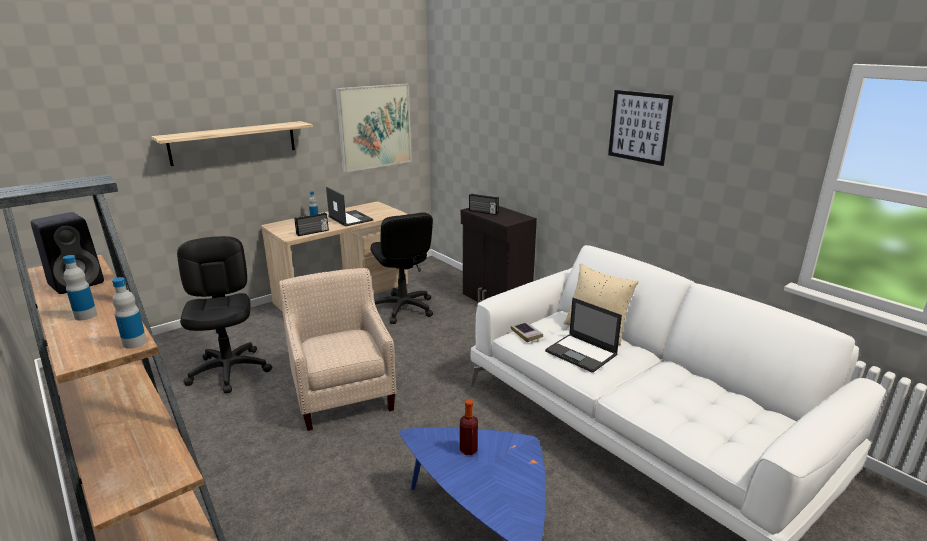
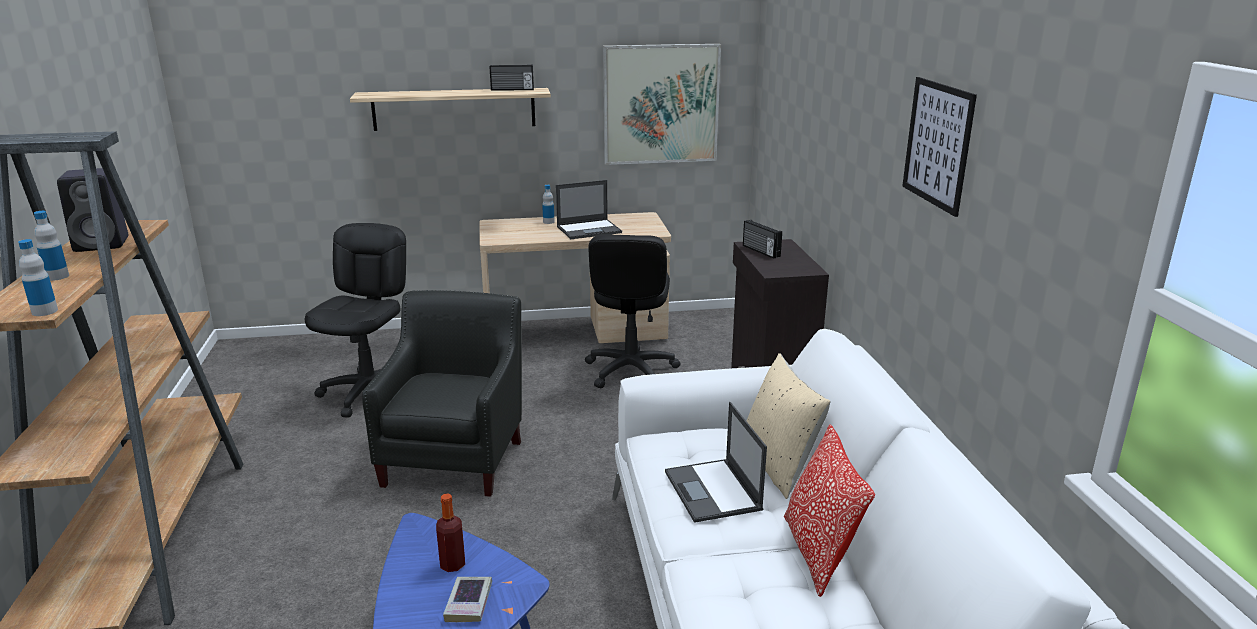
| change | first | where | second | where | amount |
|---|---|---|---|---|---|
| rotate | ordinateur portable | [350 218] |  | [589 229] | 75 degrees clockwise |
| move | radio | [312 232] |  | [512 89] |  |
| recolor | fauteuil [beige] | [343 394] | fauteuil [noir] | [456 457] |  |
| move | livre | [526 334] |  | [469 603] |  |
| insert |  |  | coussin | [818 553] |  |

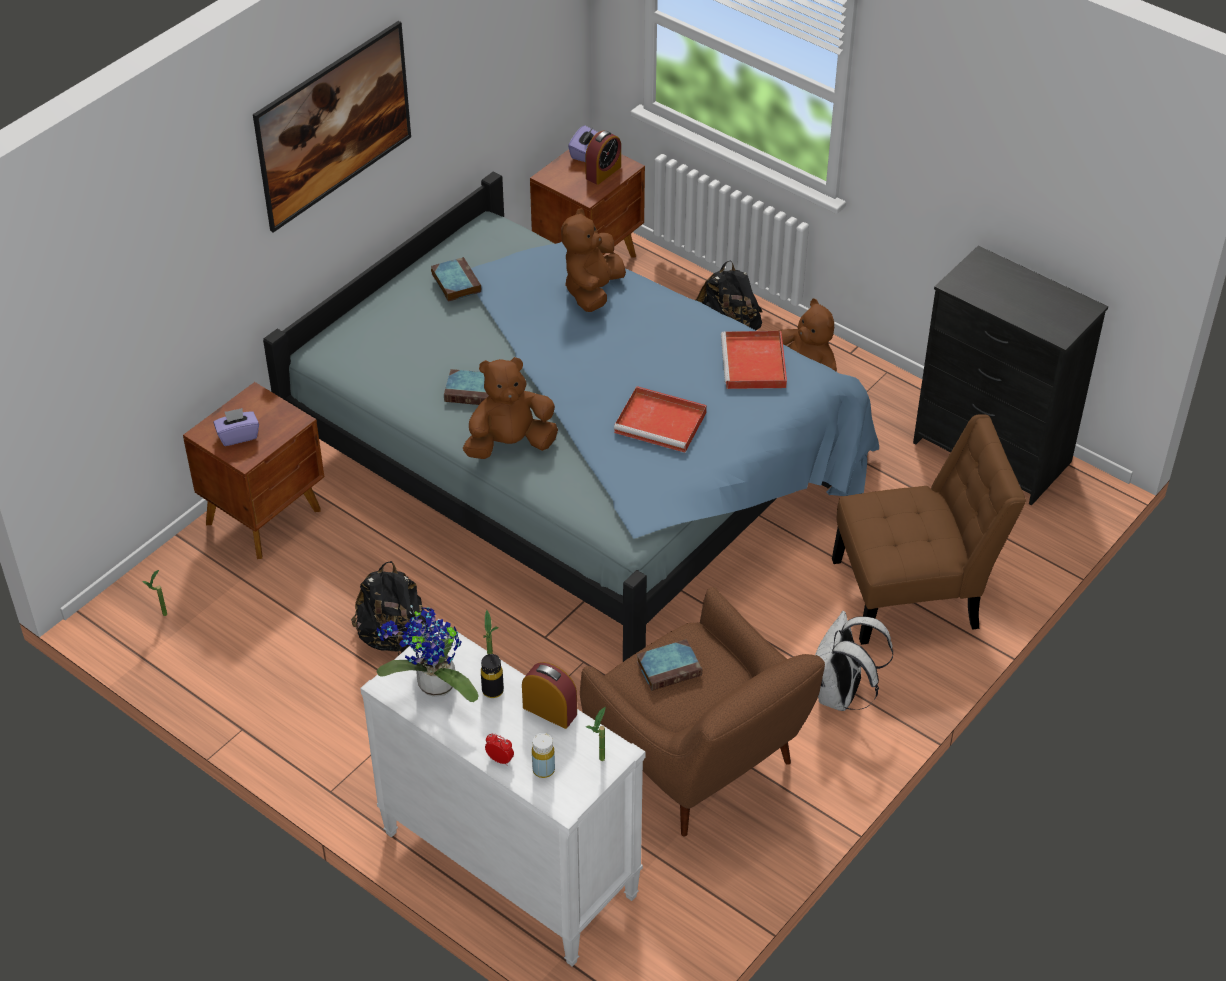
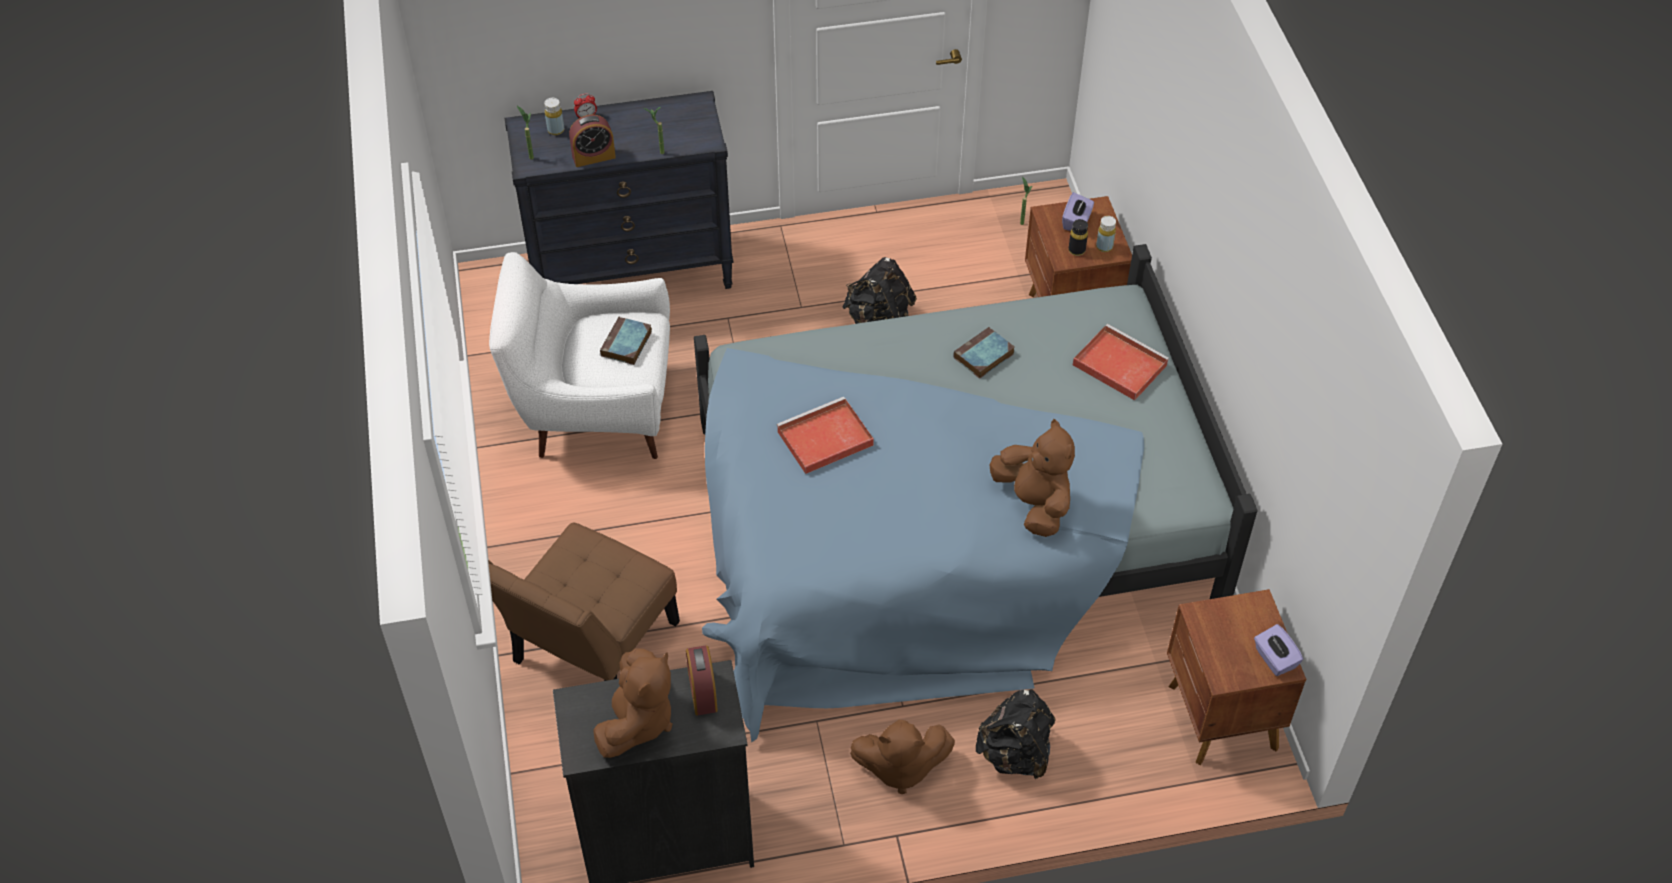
| change | first | where | second | where | amount |
|---|---|---|---|---|---|
| delete | tableau | [337 154] |  |  |  |
| move | réveil | [603 172] |  | [702 691] |  |
| delete | livre | [455 282] |  |  |  |
| move | plateau [rouge] | [754 364] |  | [1118 364] |  |
| move | peluche [marron] | [510 444] |  | [638 721] |  |
| recolor | fauteuil [marron] | [700 763] | fauteuil [blanc] | [594 410] |  |
| delete | plante en pot | [433 687] |  |  |  |
| delete | sac à dos [blanc] | [841 695] |  |  |  |
| recolor | commode [blanc] | [508 865] | commode [noir] | [632 272] |  |
| move | bouteille [noir] | [492 690] |  | [1076 250] |  |
| insert |  |  | bouteille [jaune] | [1104 247] |  |

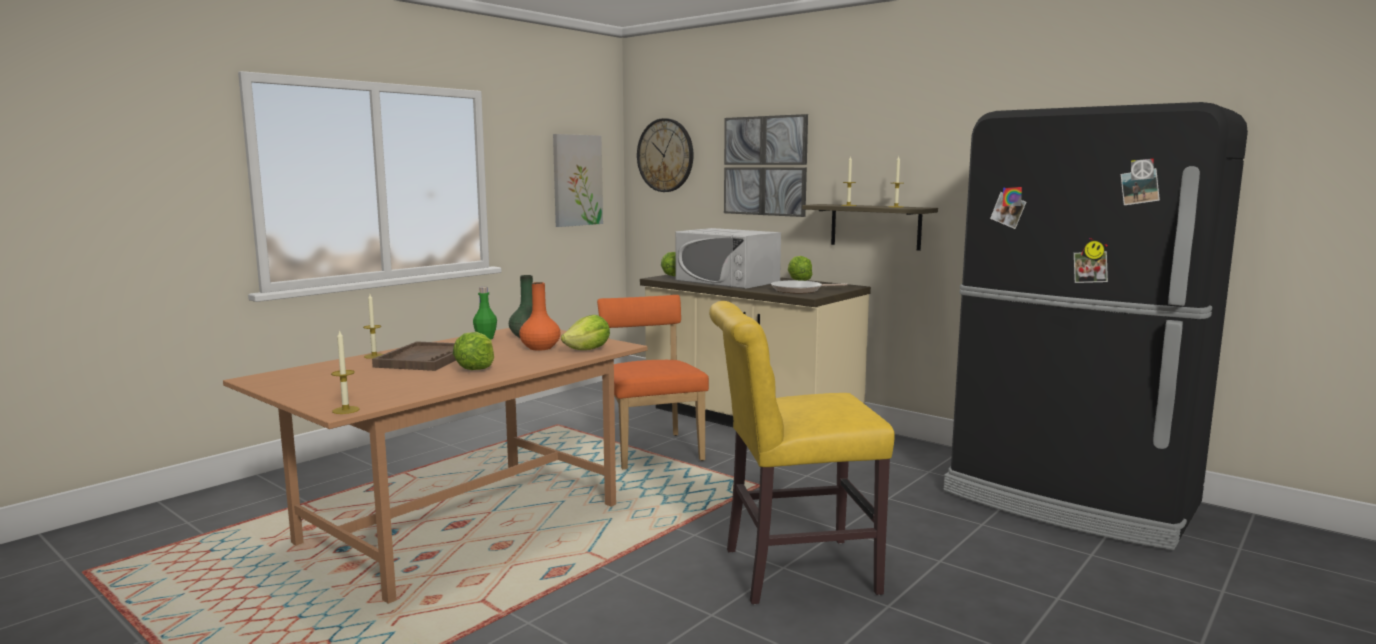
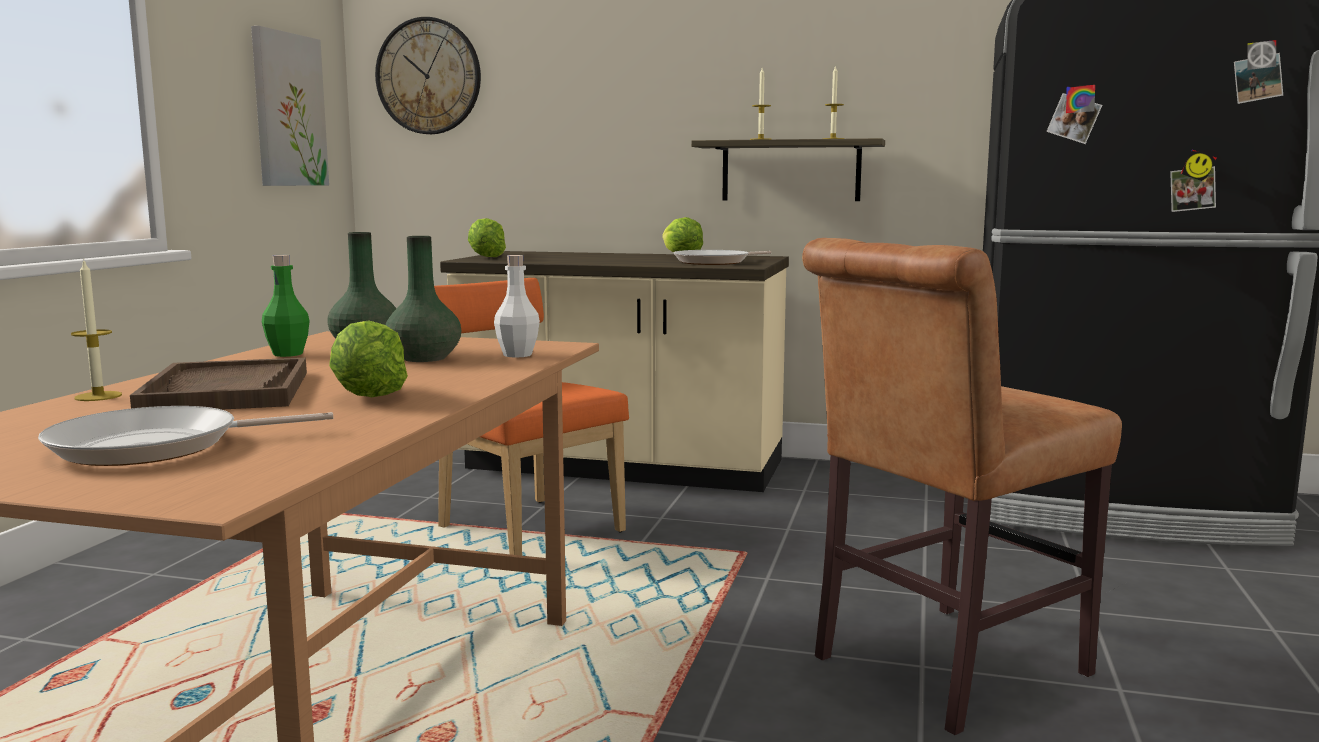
| change | first | where | second | where | amount |
|---|---|---|---|---|---|
| delete | tableau | [765 166] |  |  |  |
| delete | micro-ondes [blanc] | [727 281] |  |  |  |
| recolor | vase [orange] | [540 348] | vase [vert] | [425 358] |  |
| recolor | chaise [jaune] | [791 571] | chaise [marron] | [939 669] |  |
| replace | laitue | [588 350] | bouteille [blanc] | [517 355] |  |
| delete | bougie | [346 410] |  |  |  |
| insert |  |  | poêle | [156 447] |  |

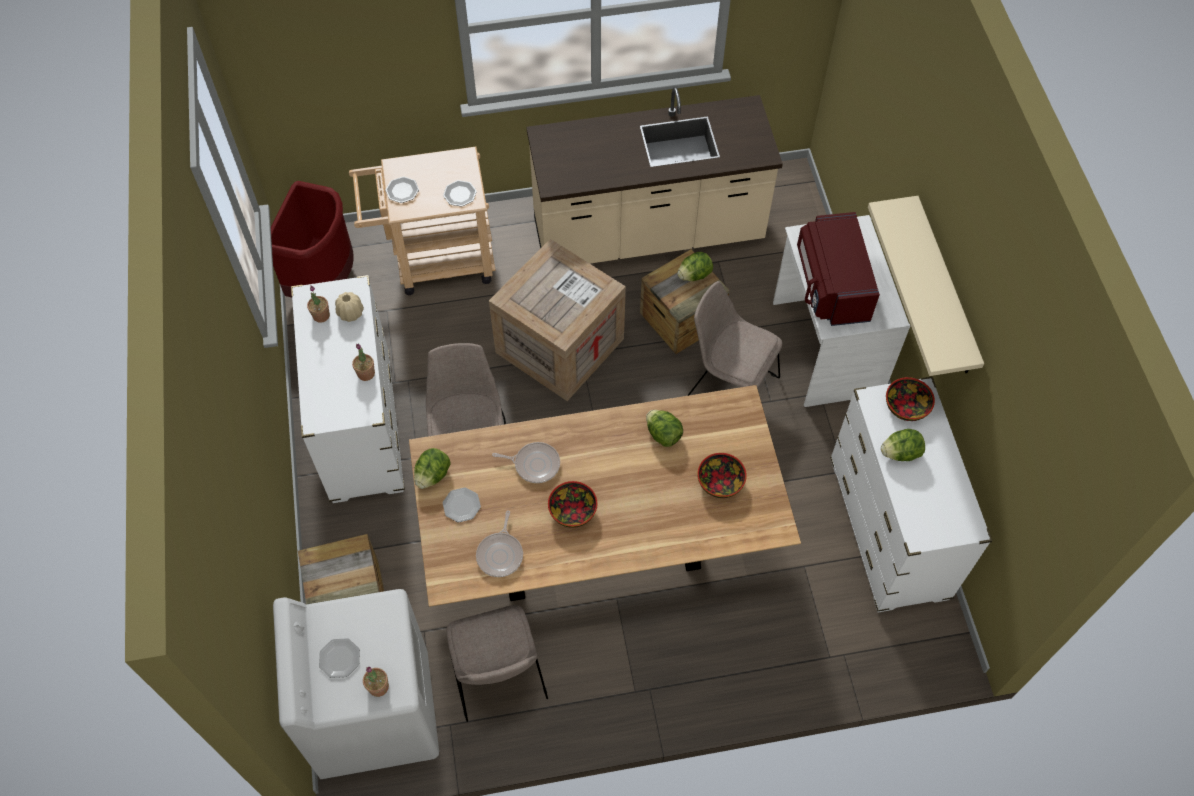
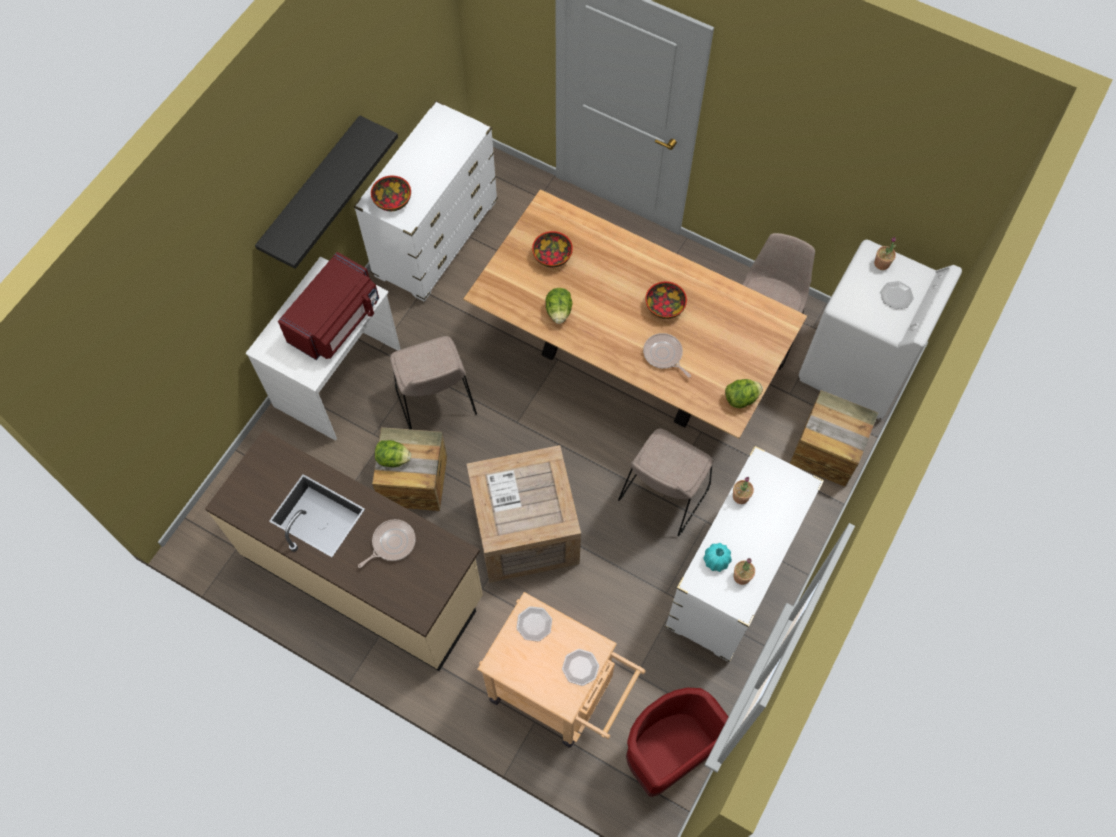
| change | first | where | second | where | amount |
|---|---|---|---|---|---|
| recolor | étagère [beige] | [944 288] | étagère [noir] | [312 189] |  |
| recolor | vase [beige] | [350 313] | vase [turquoise] | [716 560] |  |
| delete | laitue | [900 453] |  |  |  |
| delete | assiette | [461 505] |  |  |  |
| move | poêle | [500 554] |  | [391 543] |  |

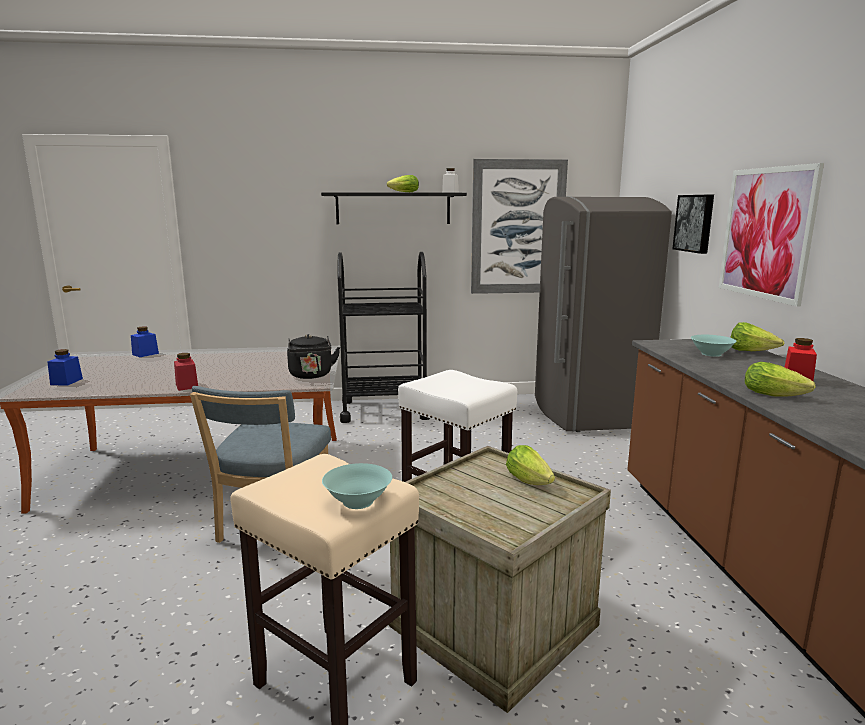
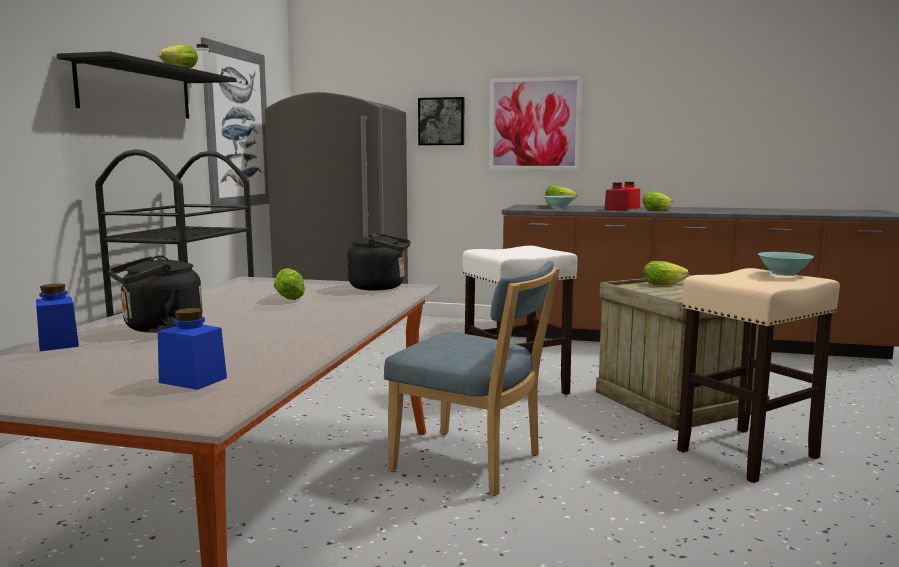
| change | first | where | second | where | amount |
|---|---|---|---|---|---|
| move | bocal [rouge] | [187 386] |  | [616 210] |  |
| insert |  |  | bouilloire [noir] | [158 328] |  |
| insert |  |  | laitue | [291 297] |  |

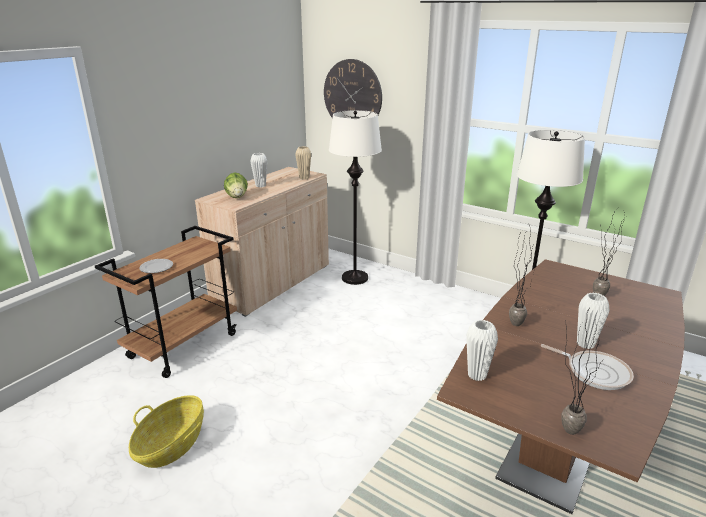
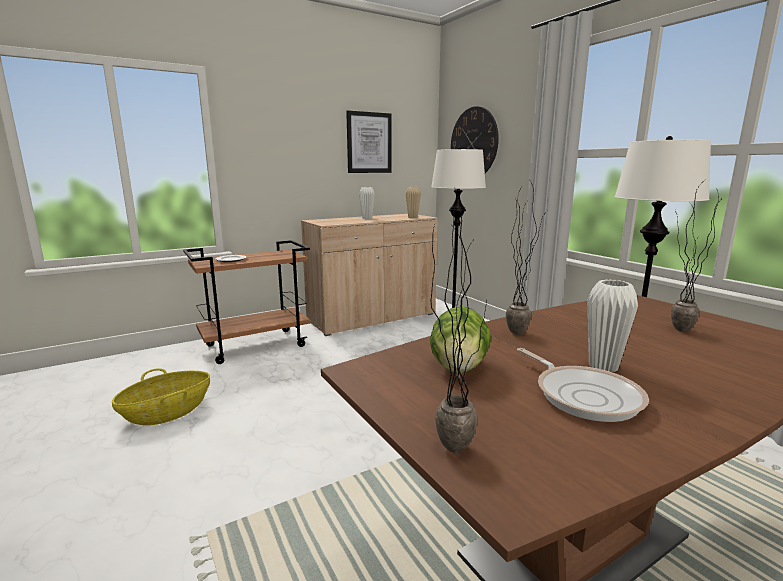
| change | first | where | second | where | amount |
|---|---|---|---|---|---|
| move | laitue | [237 197] |  | [459 368] |  |
| delete | vase [blanc] | [477 375] |  |  |  |
| insert |  |  | tableau | [369 143] |  |

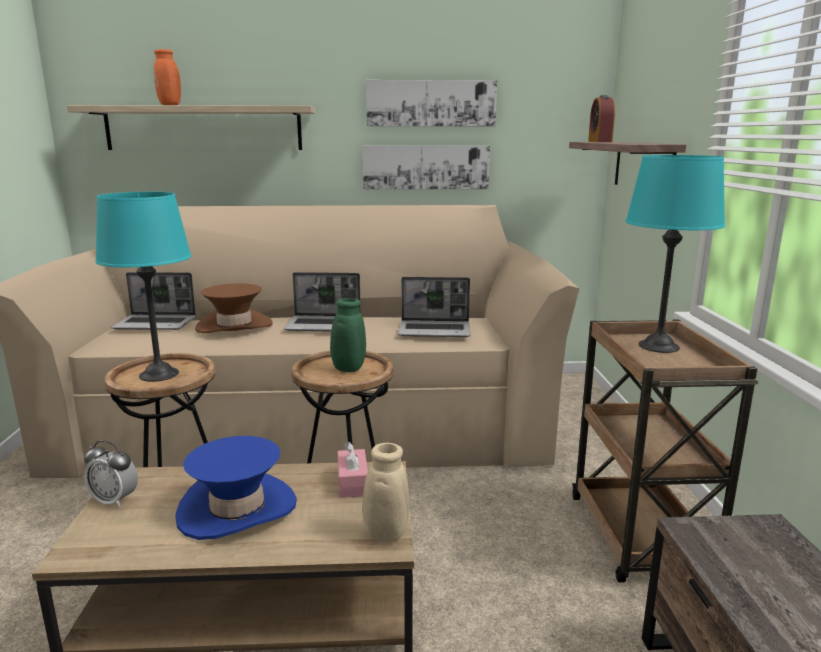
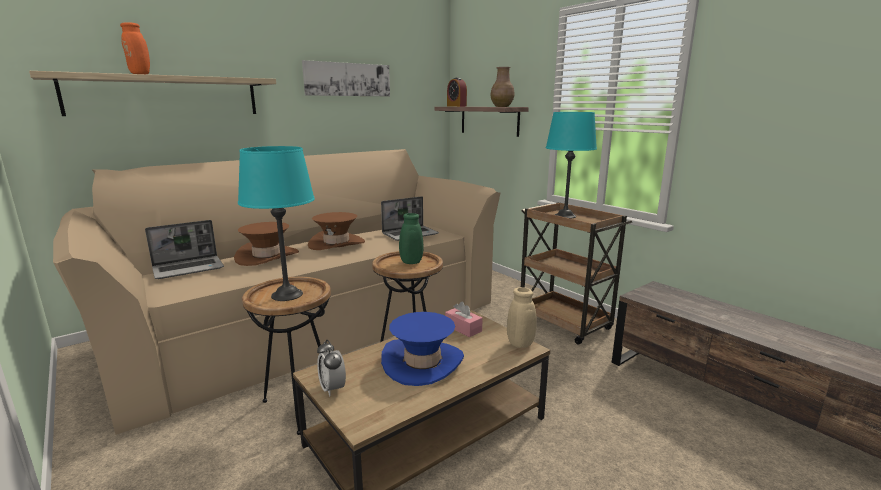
| change | first | where | second | where | amount |
|---|---|---|---|---|---|
| delete | tableau | [426 167] |  |  |  |
| replace | ordinateur portable | [325 325] | chapeau [marron] | [336 243] |  |
| rotate | réveil | [114 500] |  | [332 388] | 75 degrees clockwise |
| insert |  |  | vase [marron] | [502 106] |  |

